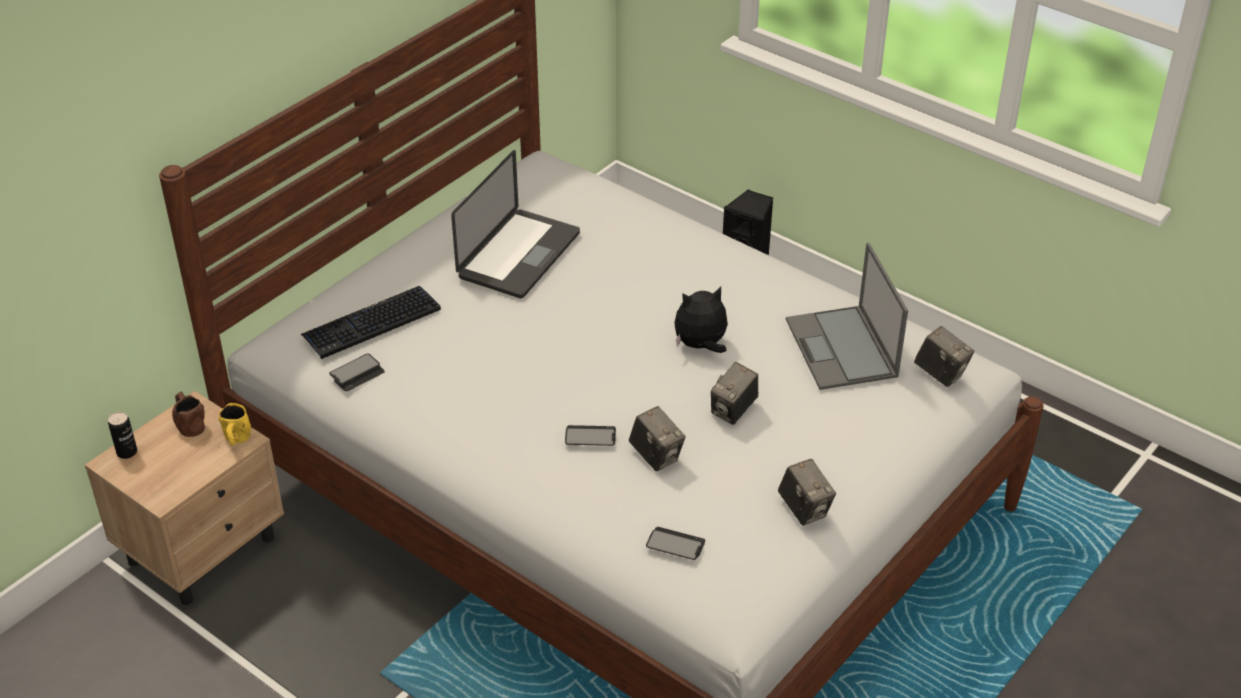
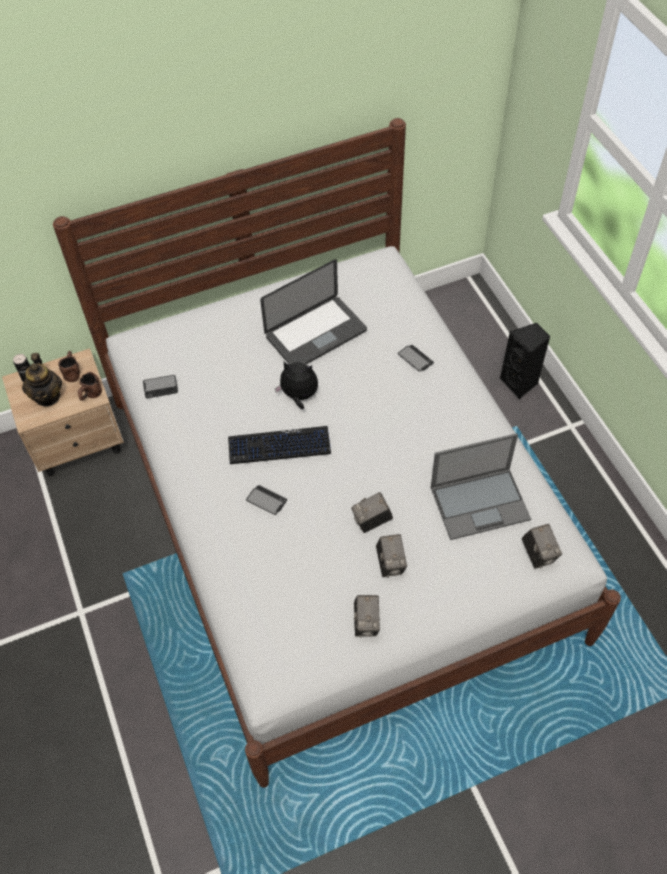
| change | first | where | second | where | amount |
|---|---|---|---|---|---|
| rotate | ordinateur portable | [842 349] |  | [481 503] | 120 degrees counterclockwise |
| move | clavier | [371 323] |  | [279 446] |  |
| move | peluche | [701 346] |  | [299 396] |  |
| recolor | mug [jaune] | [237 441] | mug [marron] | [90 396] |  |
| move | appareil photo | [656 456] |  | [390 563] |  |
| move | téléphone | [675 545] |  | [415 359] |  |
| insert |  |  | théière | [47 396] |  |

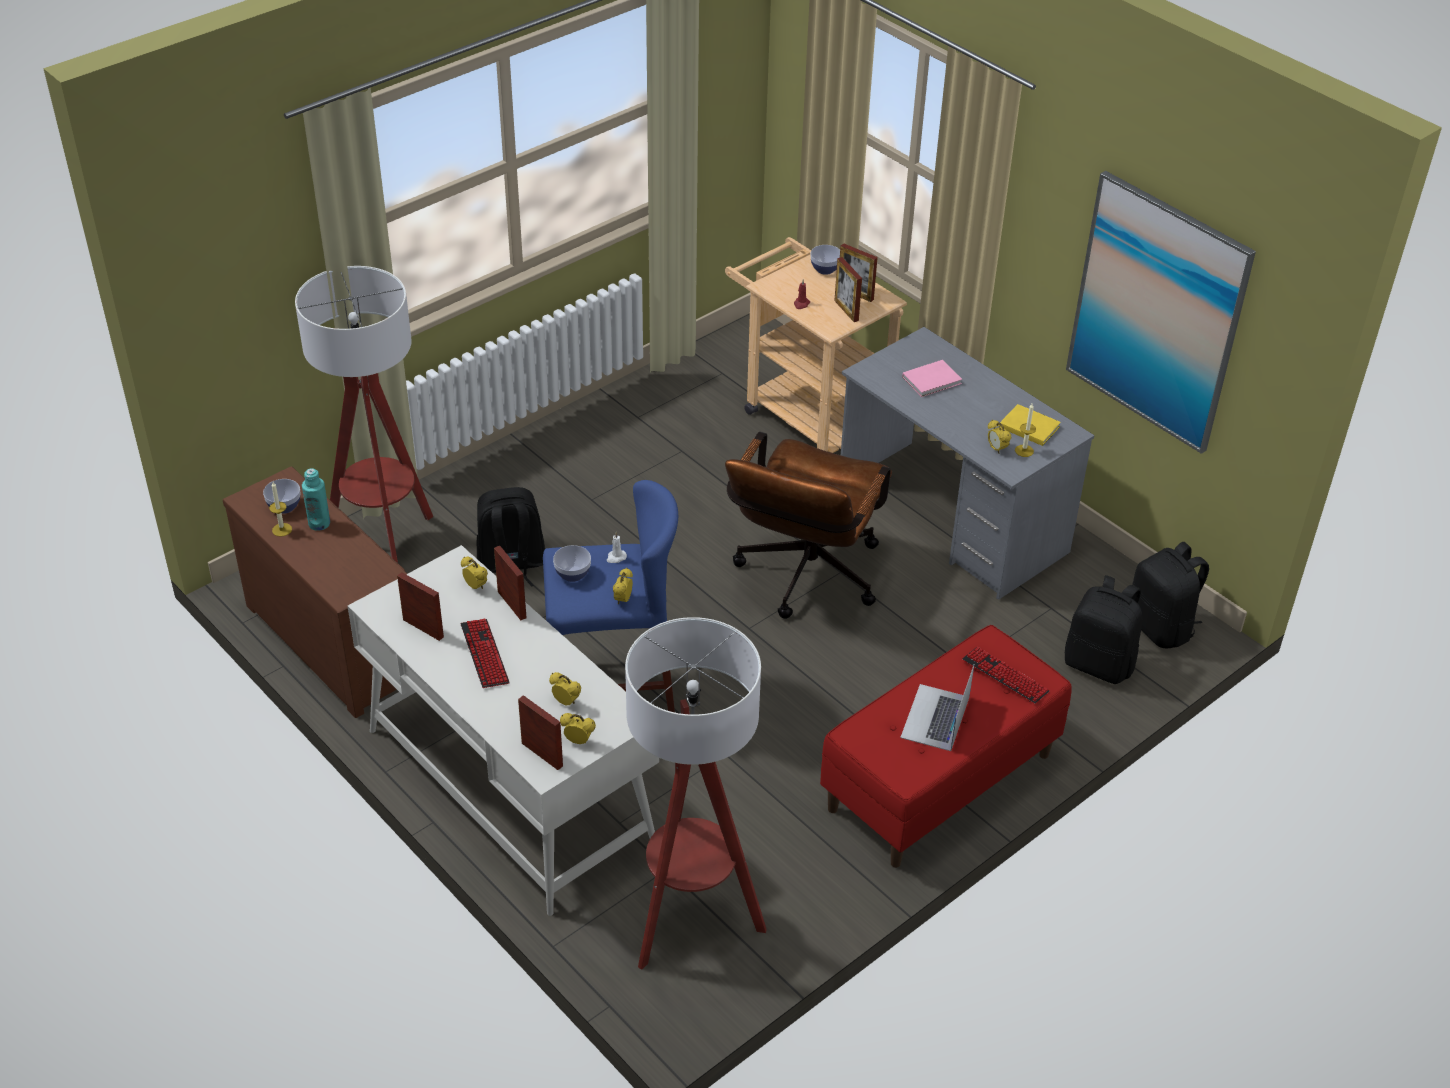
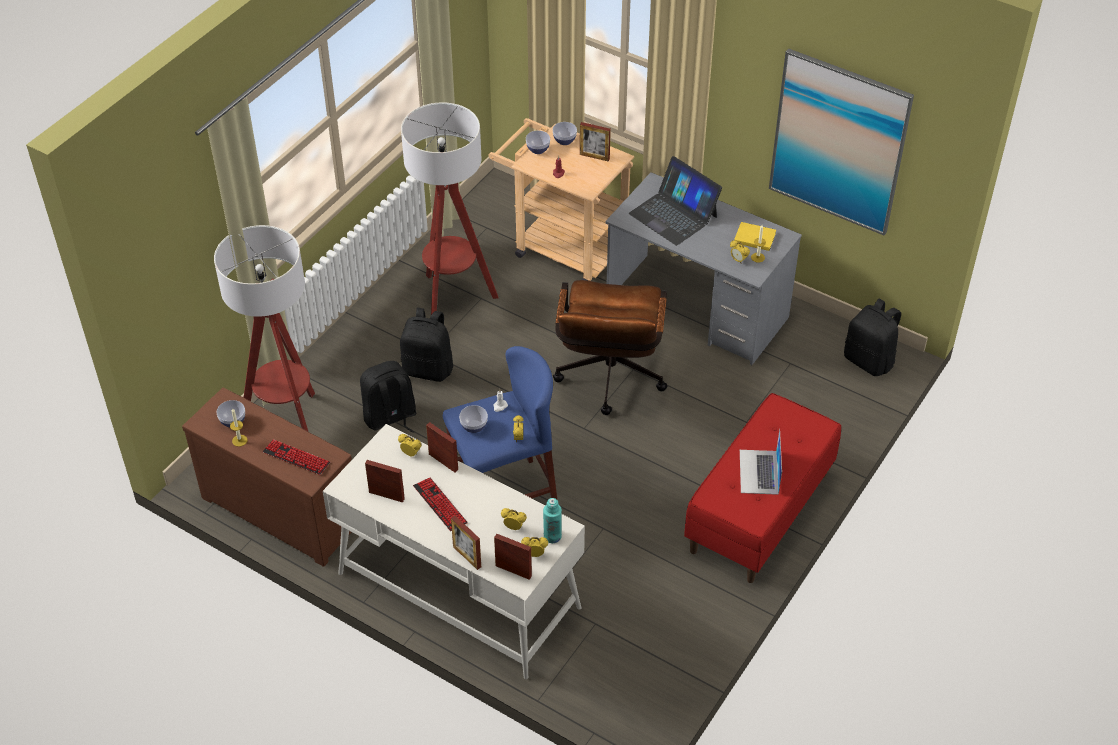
| change | first | where | second | where | amount |
|---|---|---|---|---|---|
| move | cadre photo | [846 310] |  | [467 557] |  |
| replace | livre [rose] | [933 380] | ordinateur portable | [674 215] |  |
| move | bouteille [turquoise] | [319 523] |  | [552 536] |  |
| move | sac à dos [noir] | [1099 664] |  | [428 369] |  |
| move | lampadaire | [690 919] |  | [452 301] |  |
| move | clavier | [1005 676] |  | [296 458] |  |
| insert |  |  | bol | [538 149] |  |

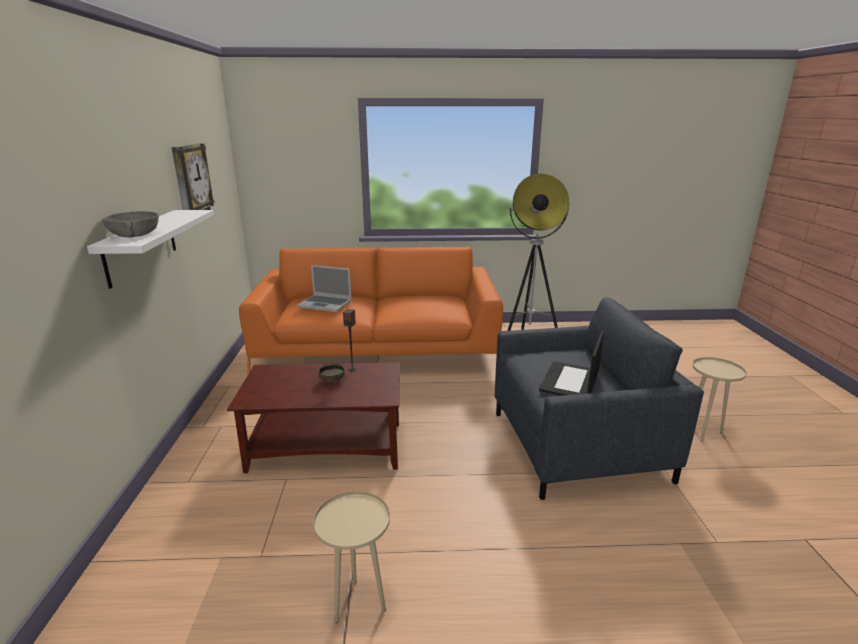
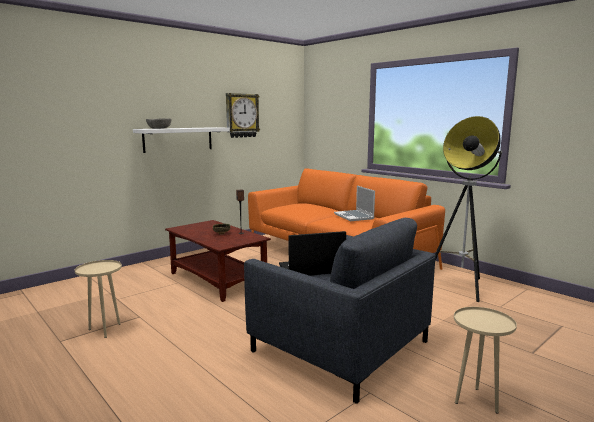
| change | first | where | second | where | amount |
|---|---|---|---|---|---|
| move | ordinateur portable | [326 304] |  | [354 216] |  |

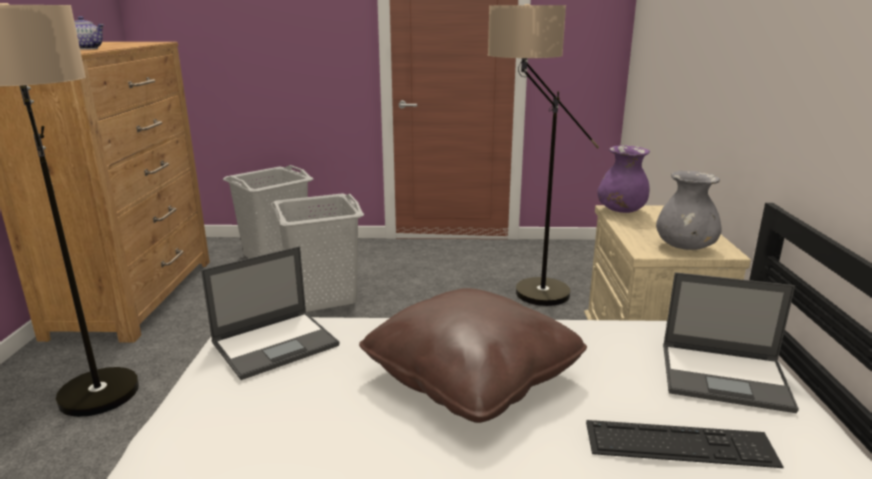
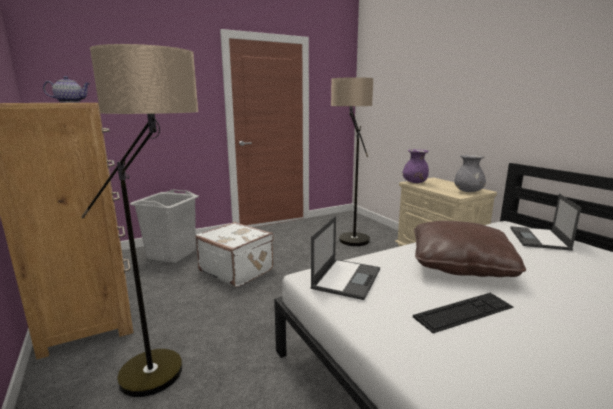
| change | first | where | second | where | amount |
|---|---|---|---|---|---|
| replace | panier à linge [gris] | [322 297] | valise [blanc] | [237 270] |  |
| rotate | ordinateur portable | [726 377] |  | [539 239] | 120 degrees clockwise |
| move | clavier | [679 444] |  | [464 312] |  |

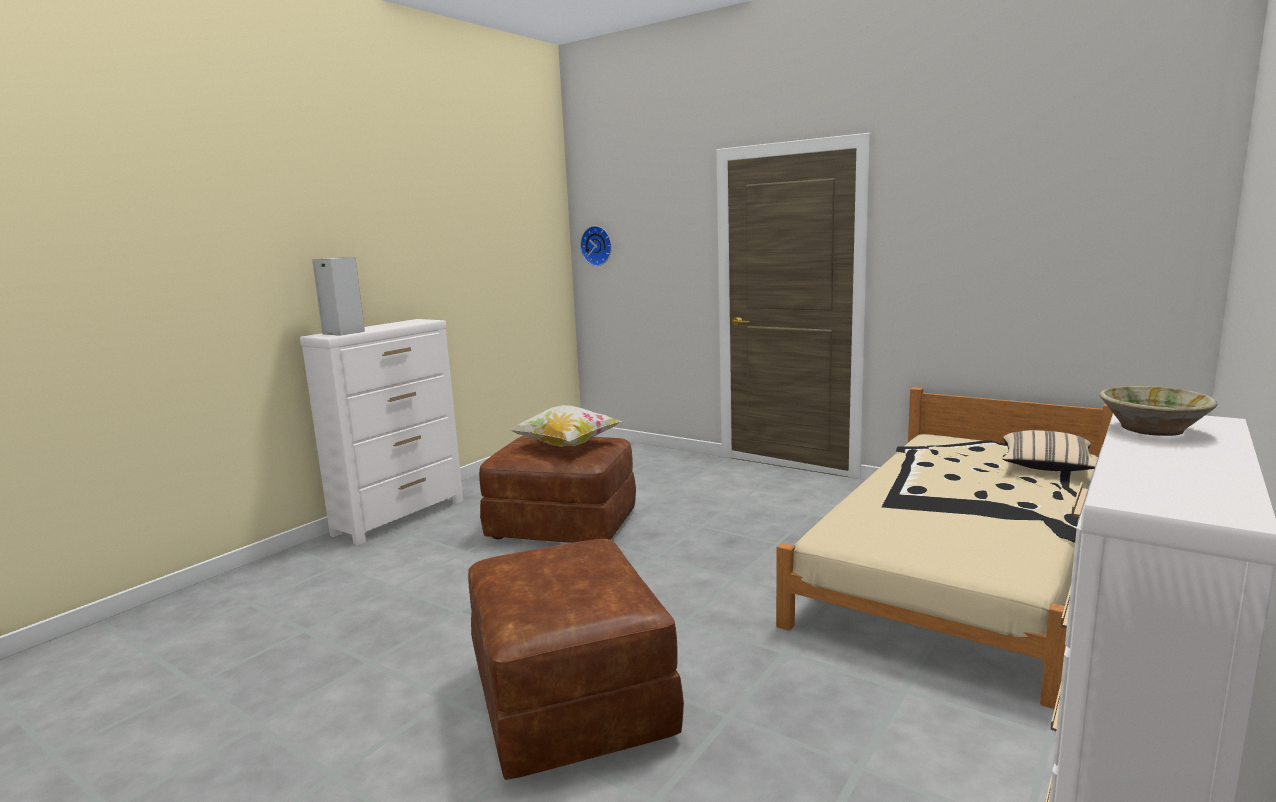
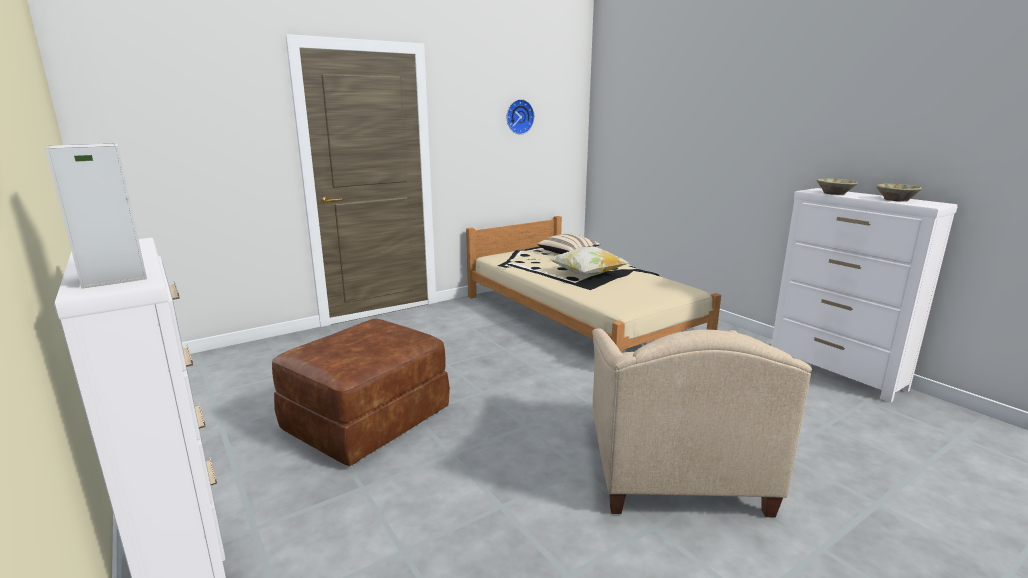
| change | first | where | second | where | amount |
|---|---|---|---|---|---|
| move | horloge murale | [597 245] |  | [518 117] |  |
| move | coussin | [567 445] |  | [587 275] |  |
| replace | pouf [marron] | [569 700] | fauteuil [beige] | [672 465] |  |
| insert |  |  | bol [beige] | [895 200] |  |

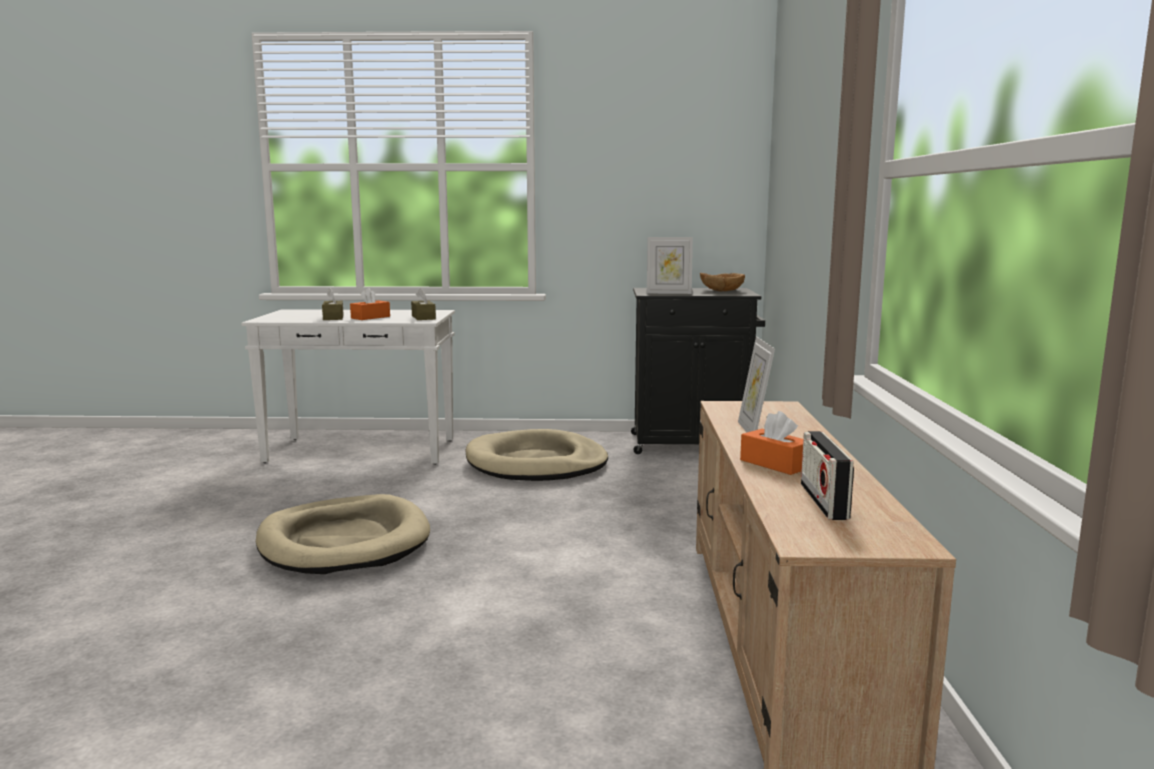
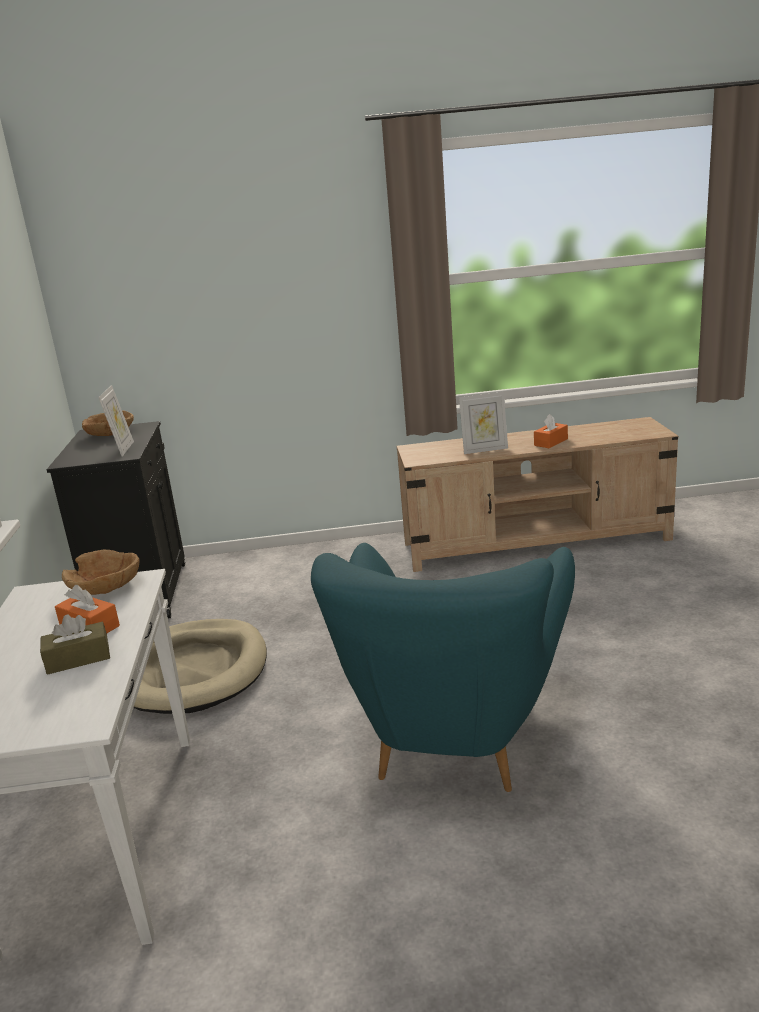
| change | first | where | second | where | amount |
|---|---|---|---|---|---|
| replace | boîte à mouchoirs [marron] | [423 317] | bol [marron] | [106 587] |  |
| delete | radio | [823 501] |  |  |  |
| replace | panier pour chien [beige] | [344 542] | fauteuil [turquoise] | [454 736] |  |

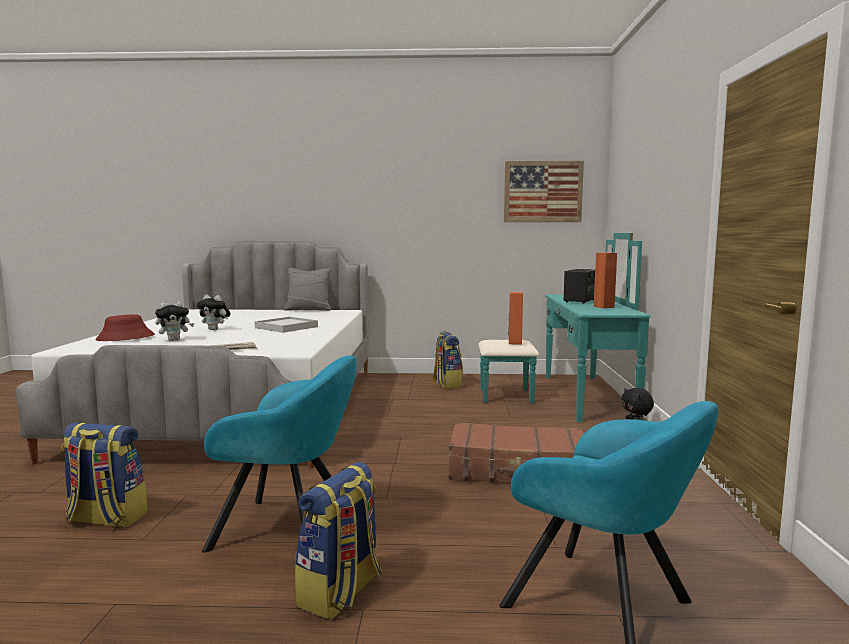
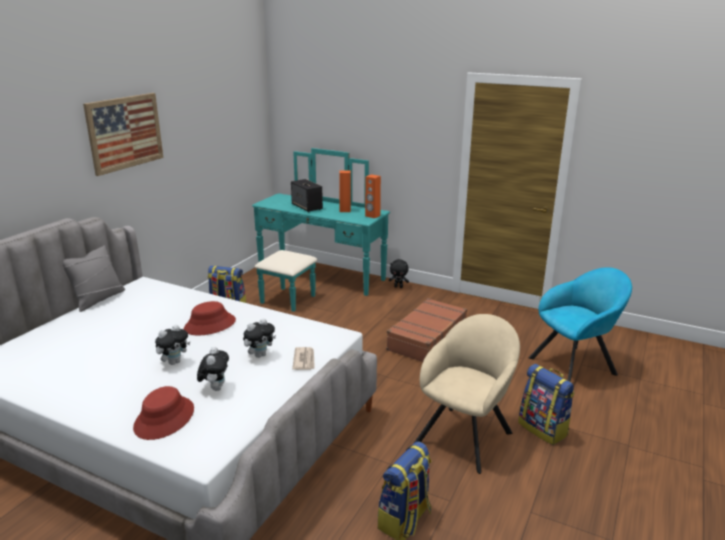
| change | first | where | second | where | amount |
|---|---|---|---|---|---|
| move | tableau | [543 191] |  | [125 132] |  |
| move | enceinte [orange] | [515 343] |  | [372 216] |  |
| replace | plateau [blanc] | [286 327] | chapeau [rouge] | [210 325] |  |
| recolor | fauteuil [turquoise] | [290 530] | fauteuil [beige] | [466 435] |  |
| insert |  |  | peluche | [260 355] |  |

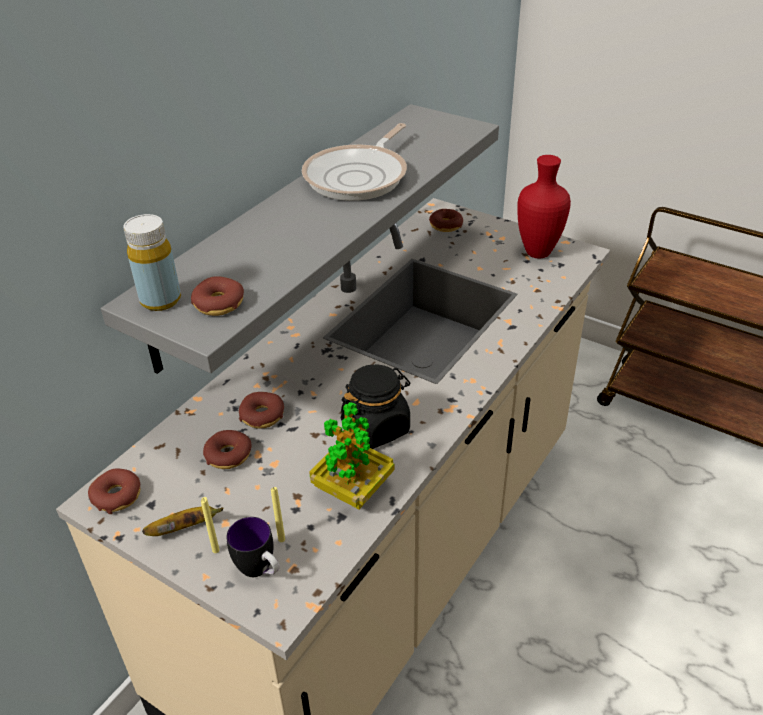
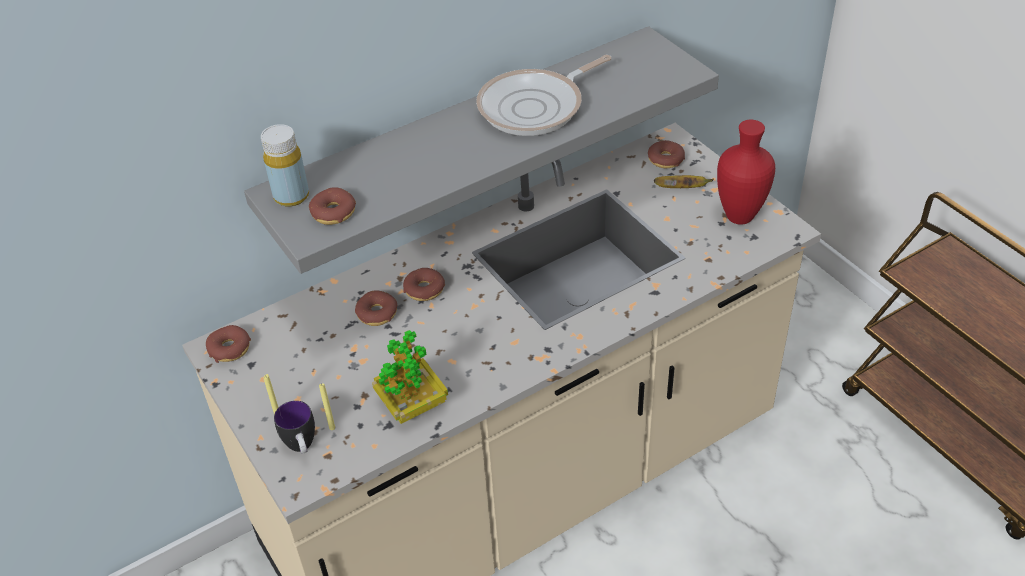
| change | first | where | second | where | amount |
|---|---|---|---|---|---|
| delete | bocal [noir] | [376 428] |  |  |  |
| move | beignet | [228 455] |  | [424 290] |  |
| move | banane | [185 528] |  | [681 188] |  |

